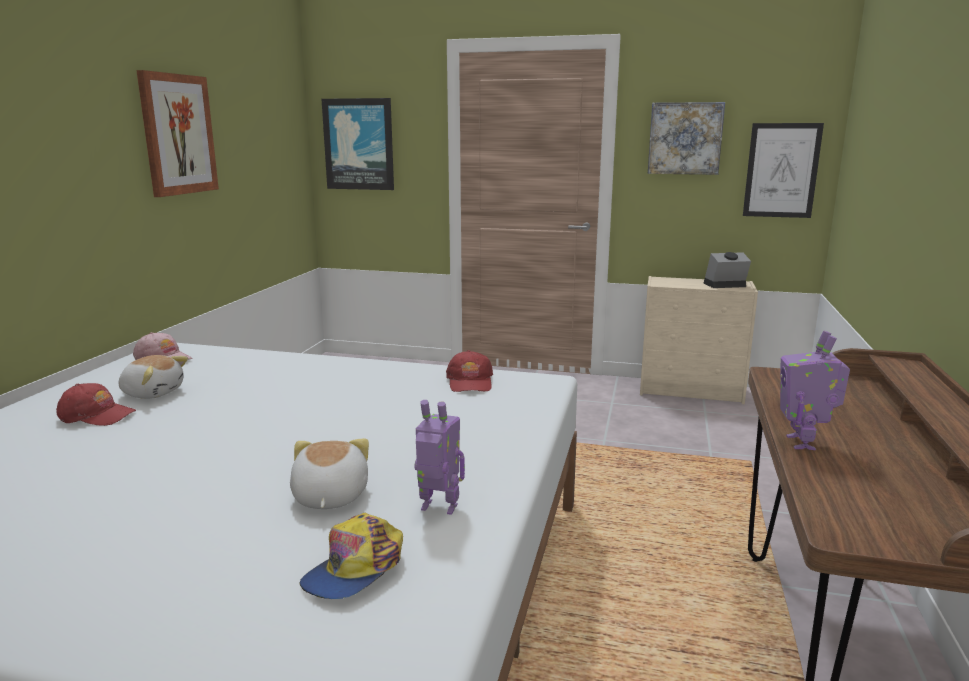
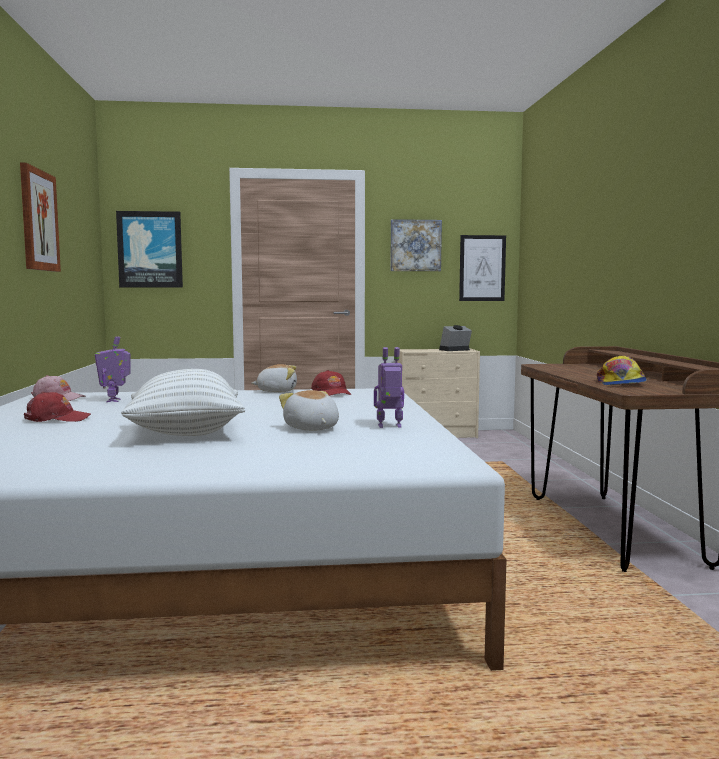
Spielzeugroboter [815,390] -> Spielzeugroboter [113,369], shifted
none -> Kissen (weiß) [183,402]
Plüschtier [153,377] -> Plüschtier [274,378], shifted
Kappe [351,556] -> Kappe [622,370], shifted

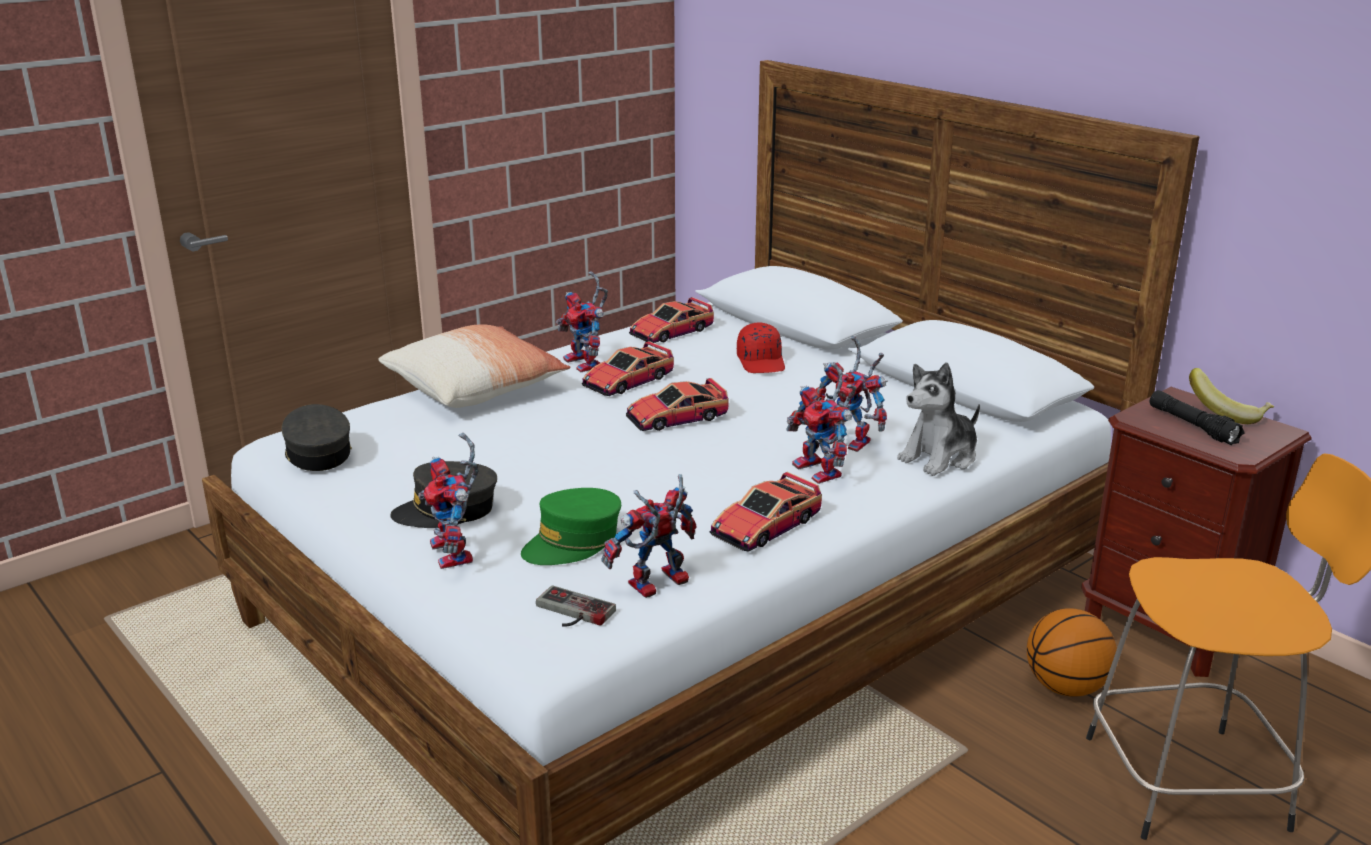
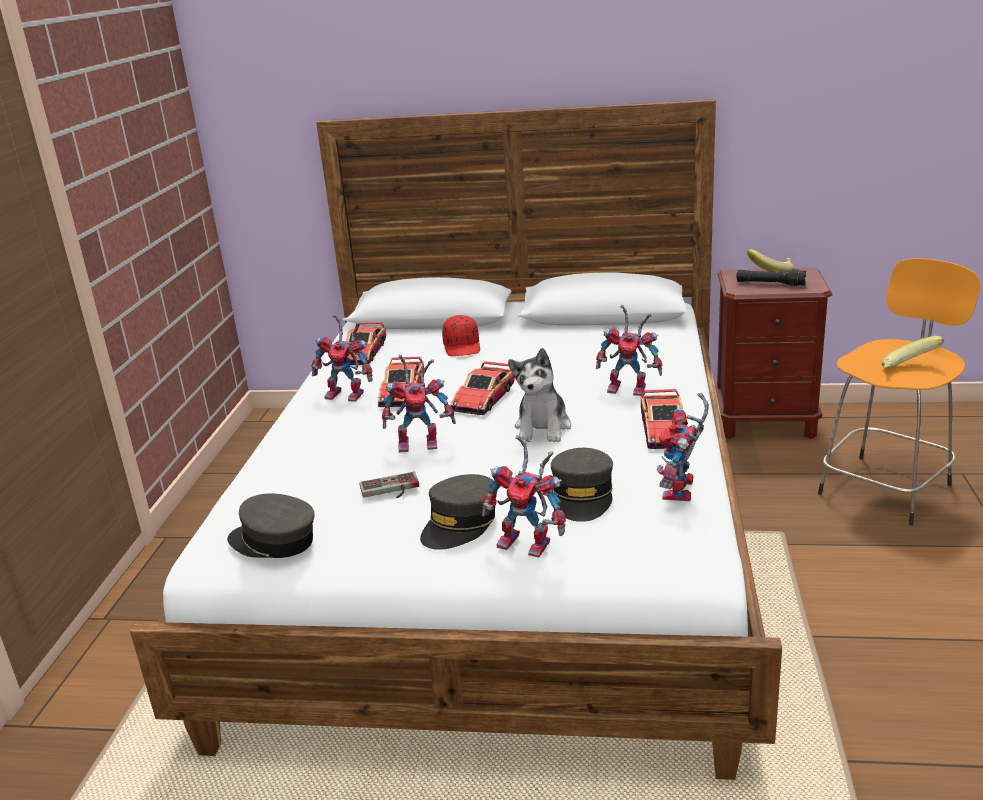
Gamepad [576,606] -> Gamepad [389,485], shifted
Spielzeugroboter [852,394] -> Spielzeugroboter [419,403], shifted
Kappe (rot) [761,347] -> Kappe (rot) [461,335], 45 degrees clockwise
Plüschtier [938,419] -> Plüschtier [539,395], shifted
Kappe (grün) [571,526] -> Kappe (grau) [582,485]
none -> Banane [913,352]
Kissen [474,366] -> none
Basketball [1072,652] -> none

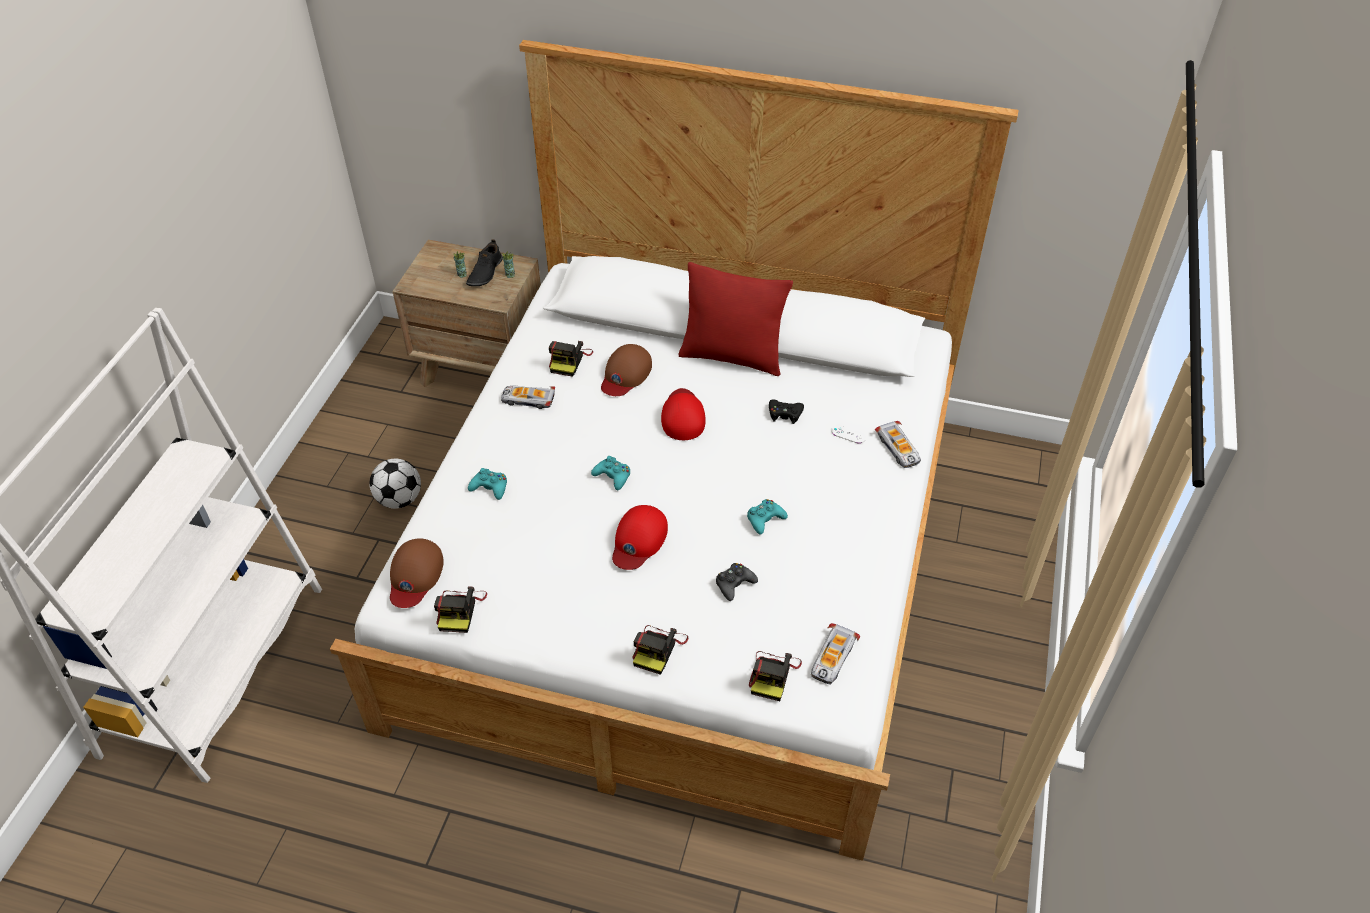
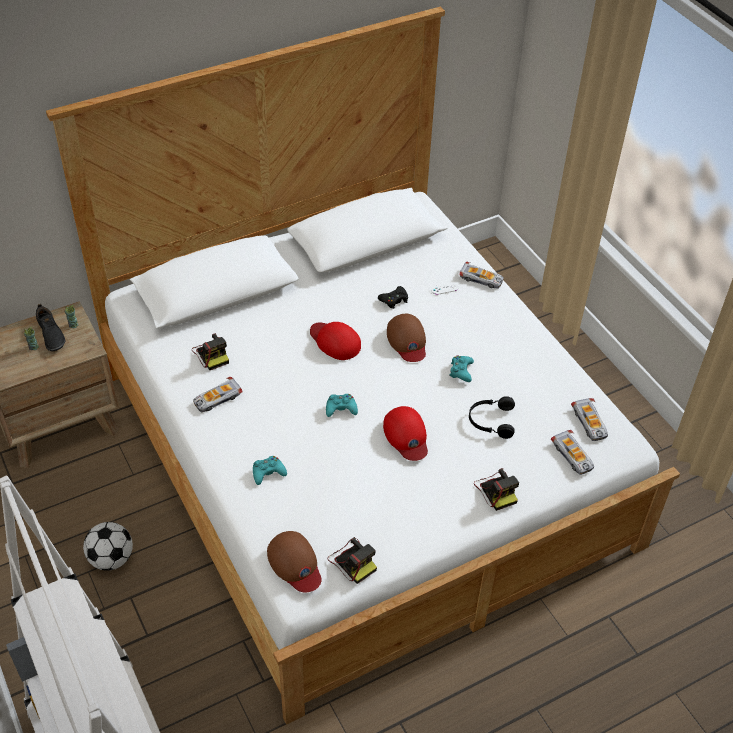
Kappe (braun) [626,370] -> Kappe (braun) [406,338], shifted
Gamepad (schwarz) [737,582] -> Kopfhörer (schwarz) [492,417]
Kamera [775,676] -> Spielzeugauto [572,452]
Kissen (rot) [735,319] -> none

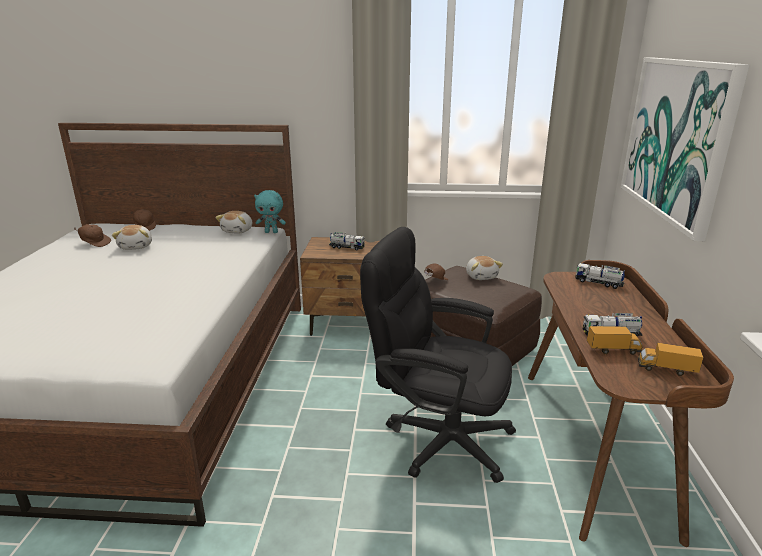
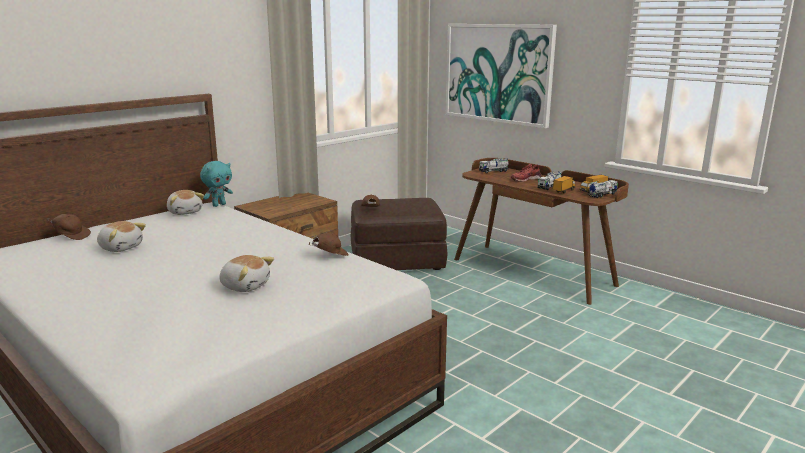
Plüschtier [484,268] -> Plüschtier [246,273], shifted
Kappe (braun) [92,235] -> Kappe (braun) [328,244], shifted
none -> Schuh (rot) [526,173]
Spielzeuglaster [347,241] -> Spielzeuglaster [602,189], shifted
Bürostuhl (schwarz) [438,355] -> none

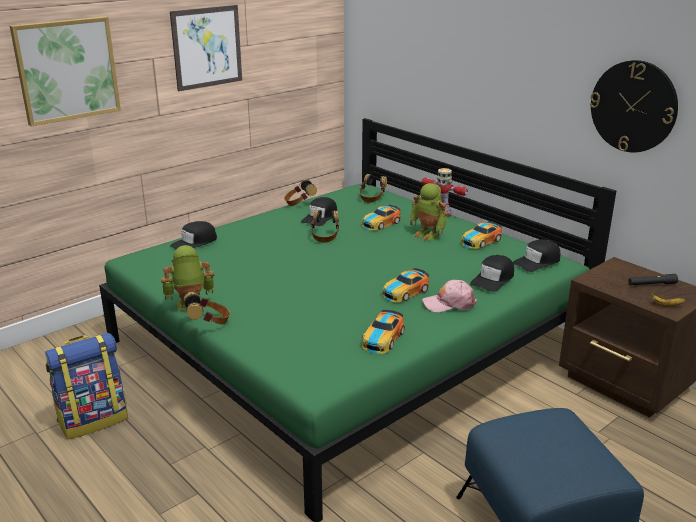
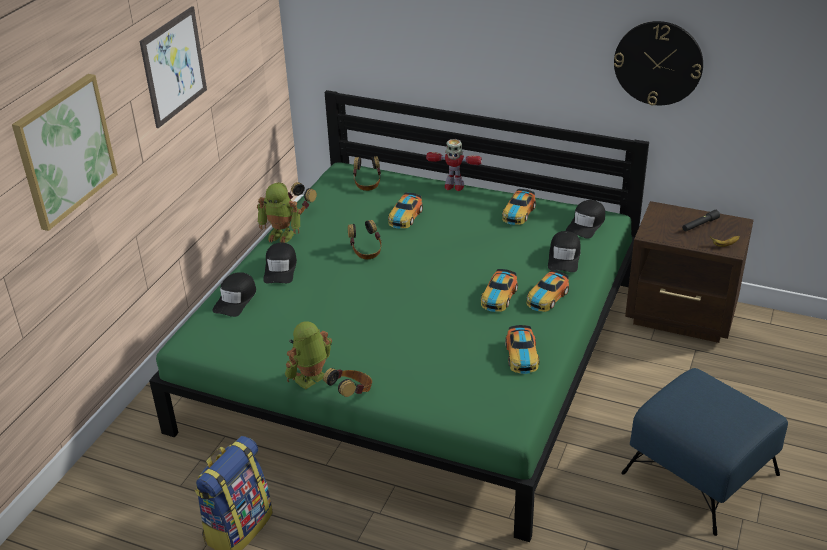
Spielzeugroboter [429,212] -> Spielzeugroboter [279,212], shifted
Kappe (schwarz) [319,211] -> Kappe (schwarz) [280,263], shifted
Kappe (rosa) [449,296] -> Spielzeugauto [547,291]

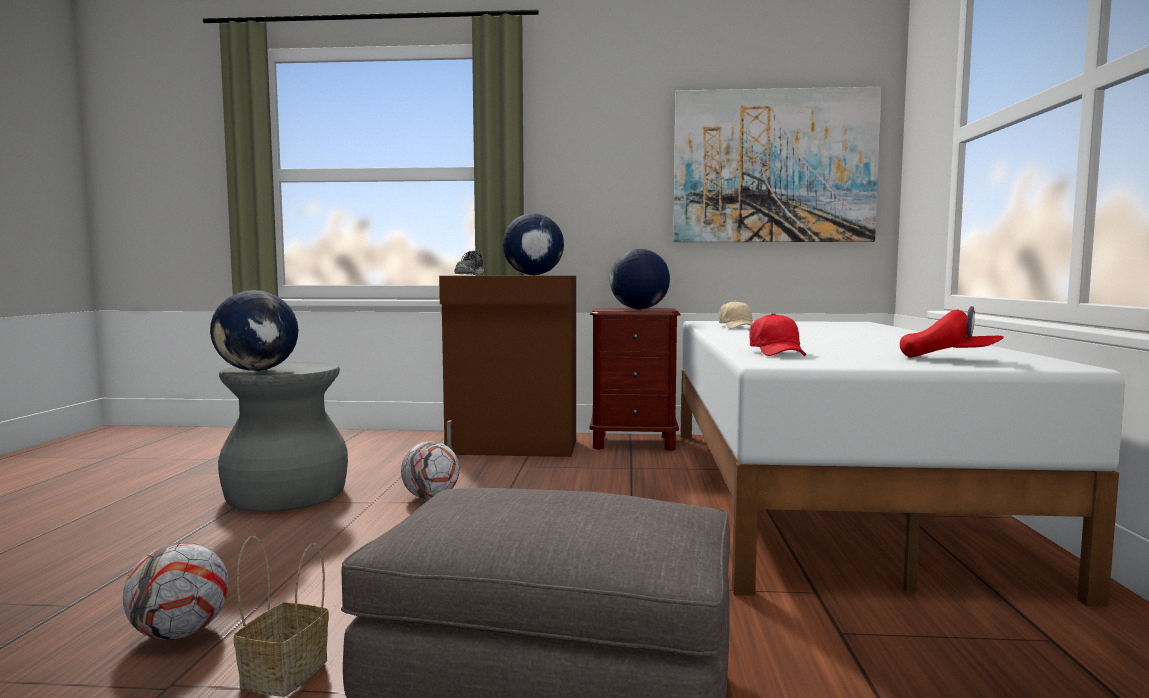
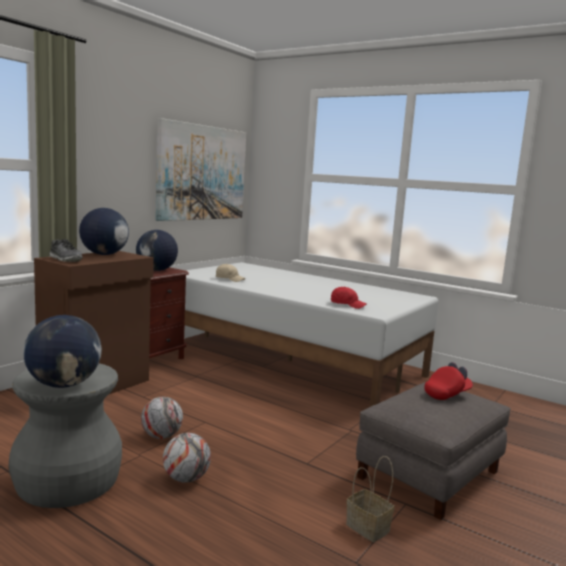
Fußball [176,591] -> Fußball [187,458], shifted
Kappe (rot) [952,332] -> Kappe (rot) [448,381], shifted

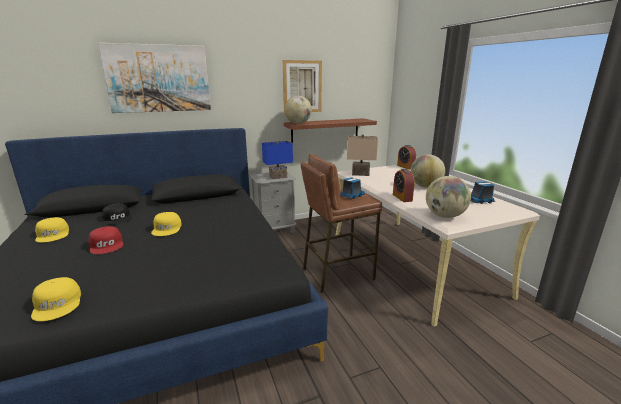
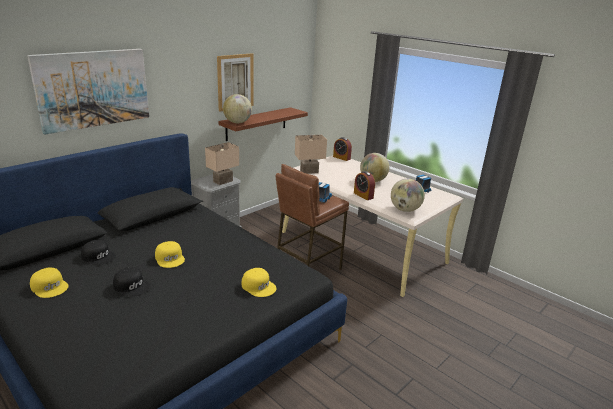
Kappe (rot) [105,240] -> Kappe (schwarz) [131,282]
Tischlampe (blau) [277,159] -> Tischlampe (beige) [222,163]
Kappe (gelb) [56,299] -> Kappe (gelb) [259,282], shifted

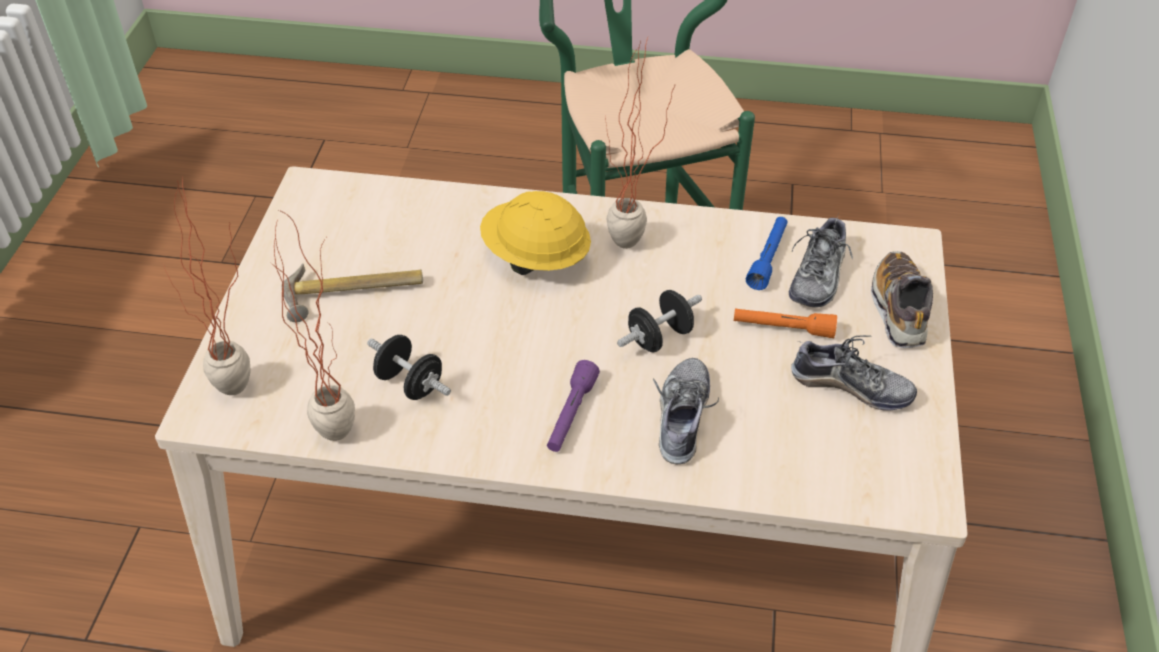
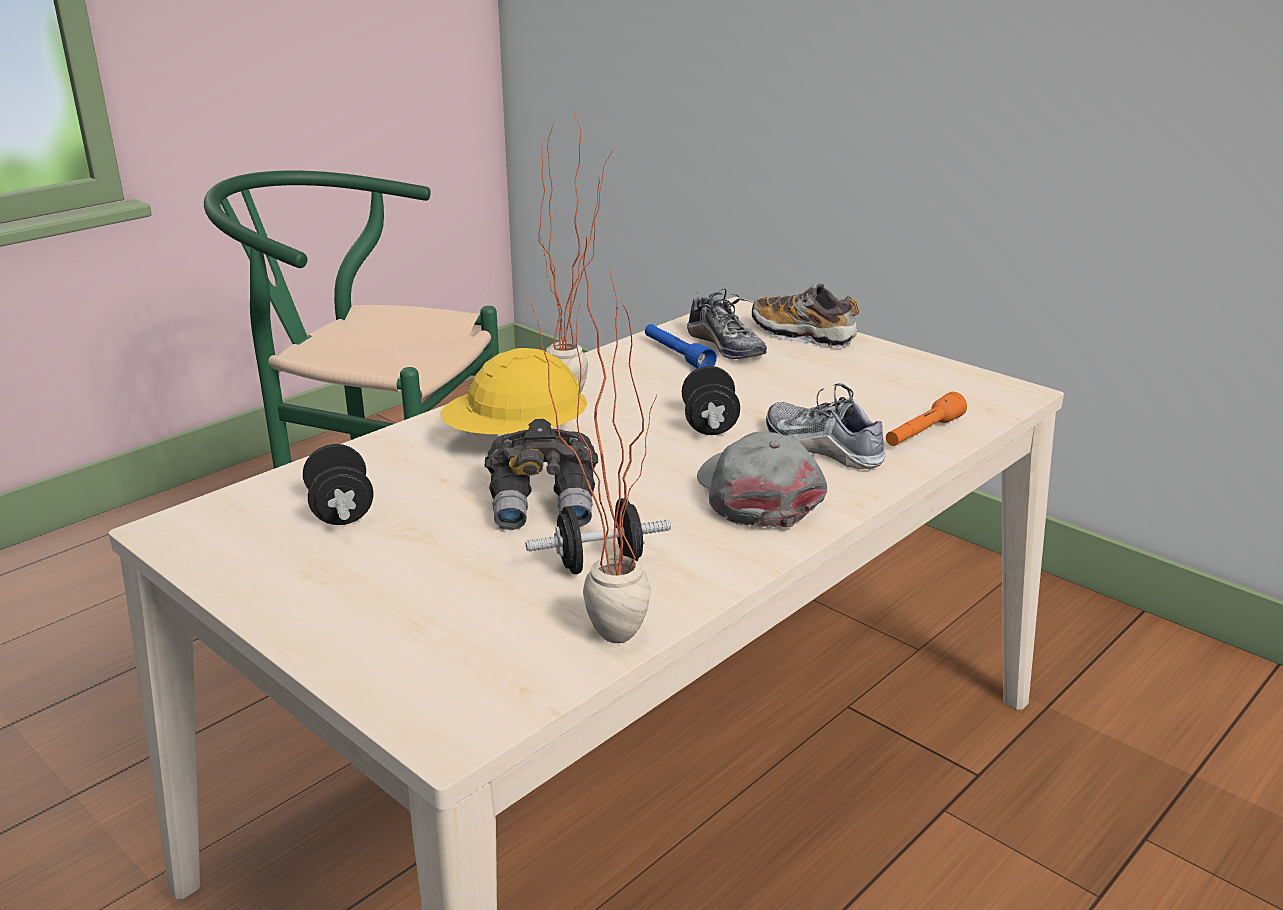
none -> Hantel (schwarz) [338,484]
none -> Fernglas (grau) [541,474]
Taschenlampe (lila) [573,406] -> Kappe (grau) [762,479]
Taschenlampe (orange) [785,323] -> Taschenlampe (orange) [926,419], shifted
Topfpflanze [207,286] -> none
Hammer [352,292] -> none
Schuh [854,373] -> none

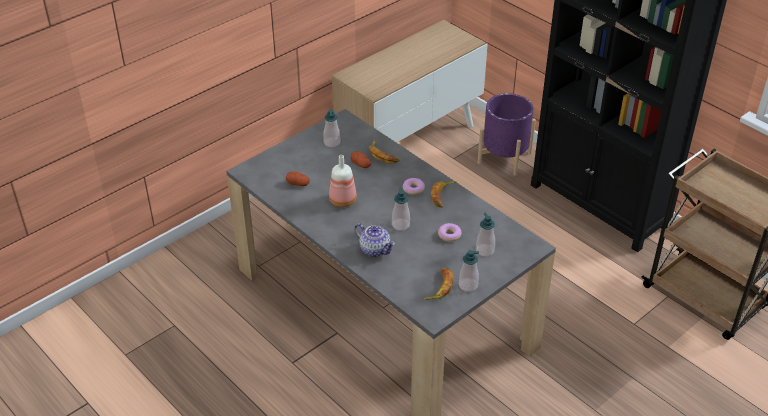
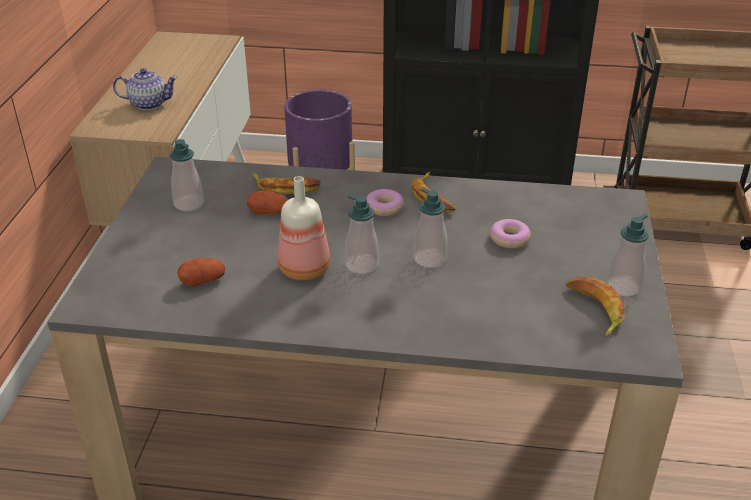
Teekanne [375,240] -> Teekanne [145,89], shifted
Seifenspender [485,234] -> Seifenspender [362,234], shifted

